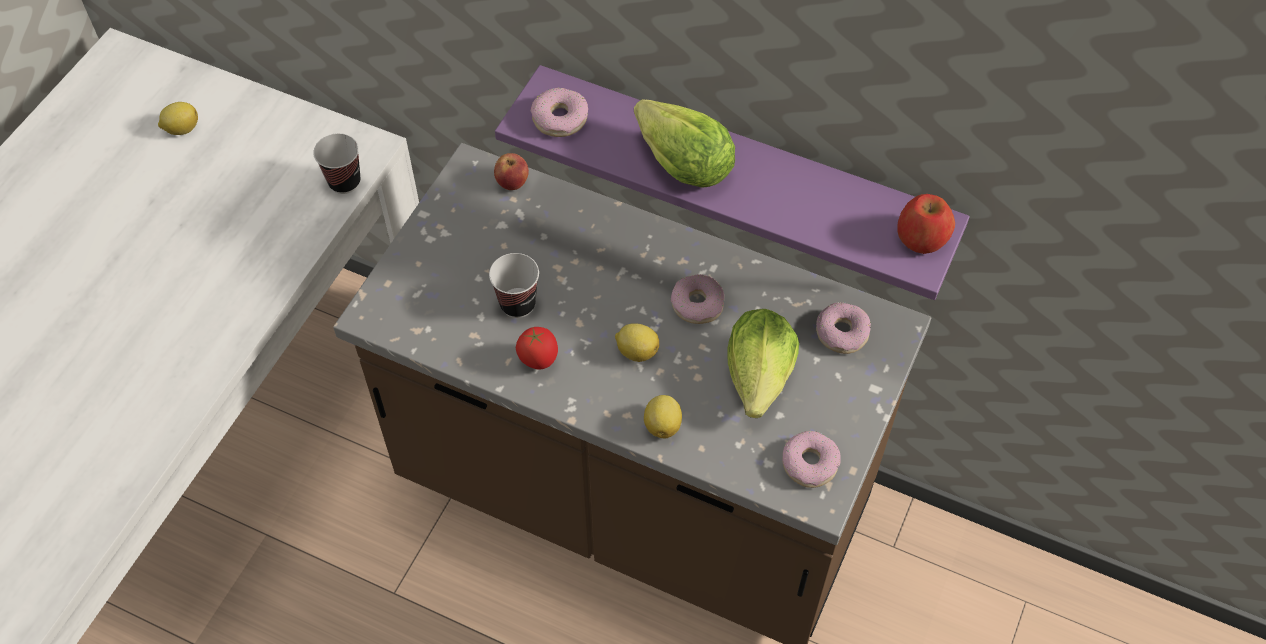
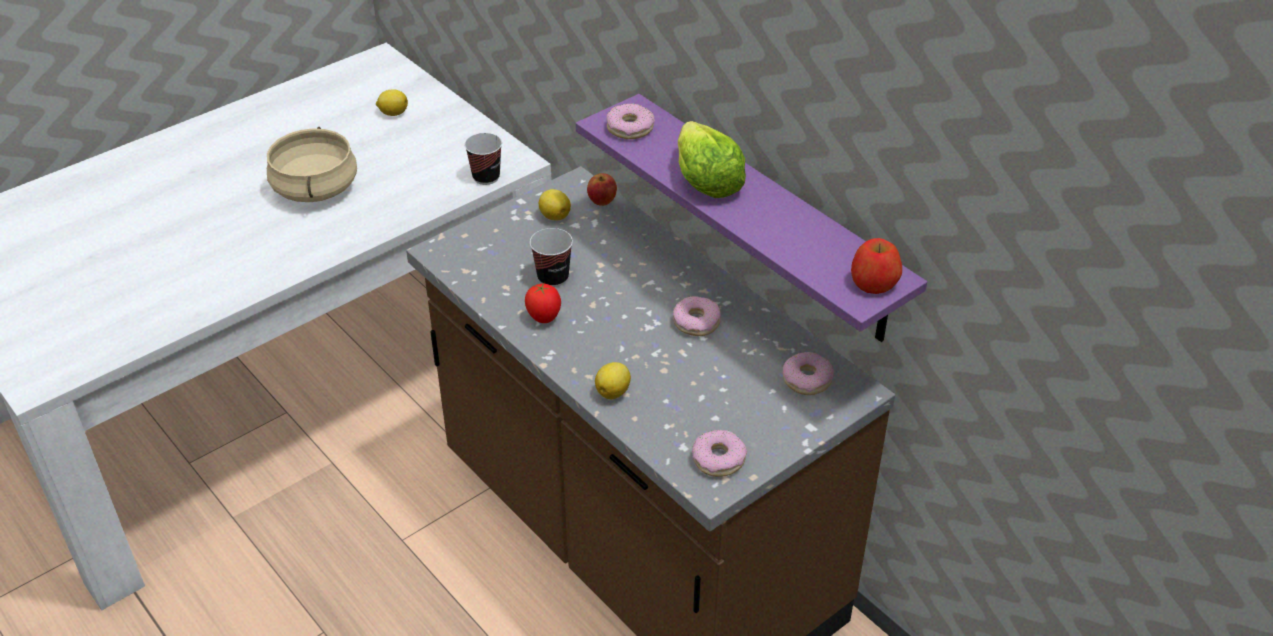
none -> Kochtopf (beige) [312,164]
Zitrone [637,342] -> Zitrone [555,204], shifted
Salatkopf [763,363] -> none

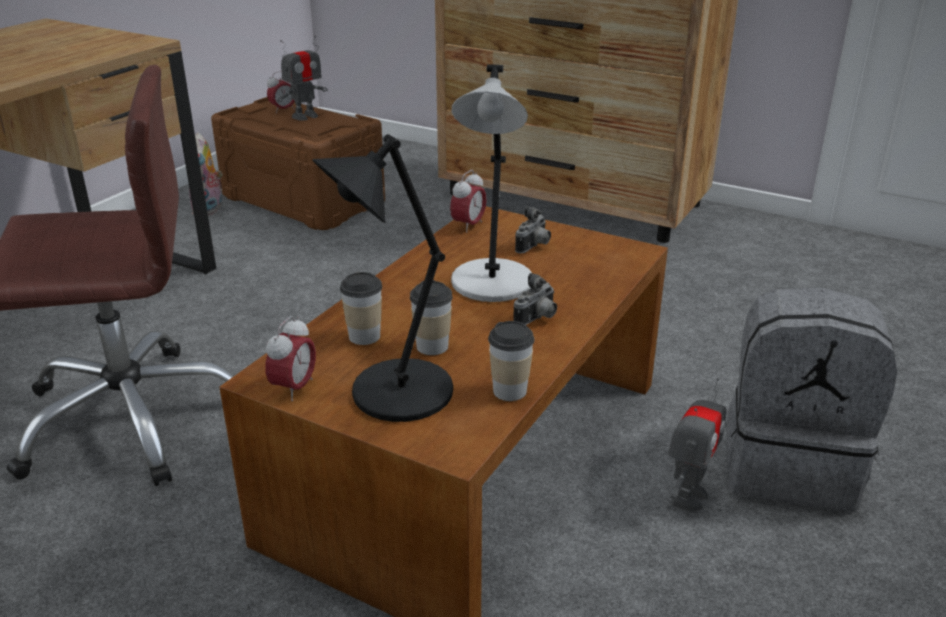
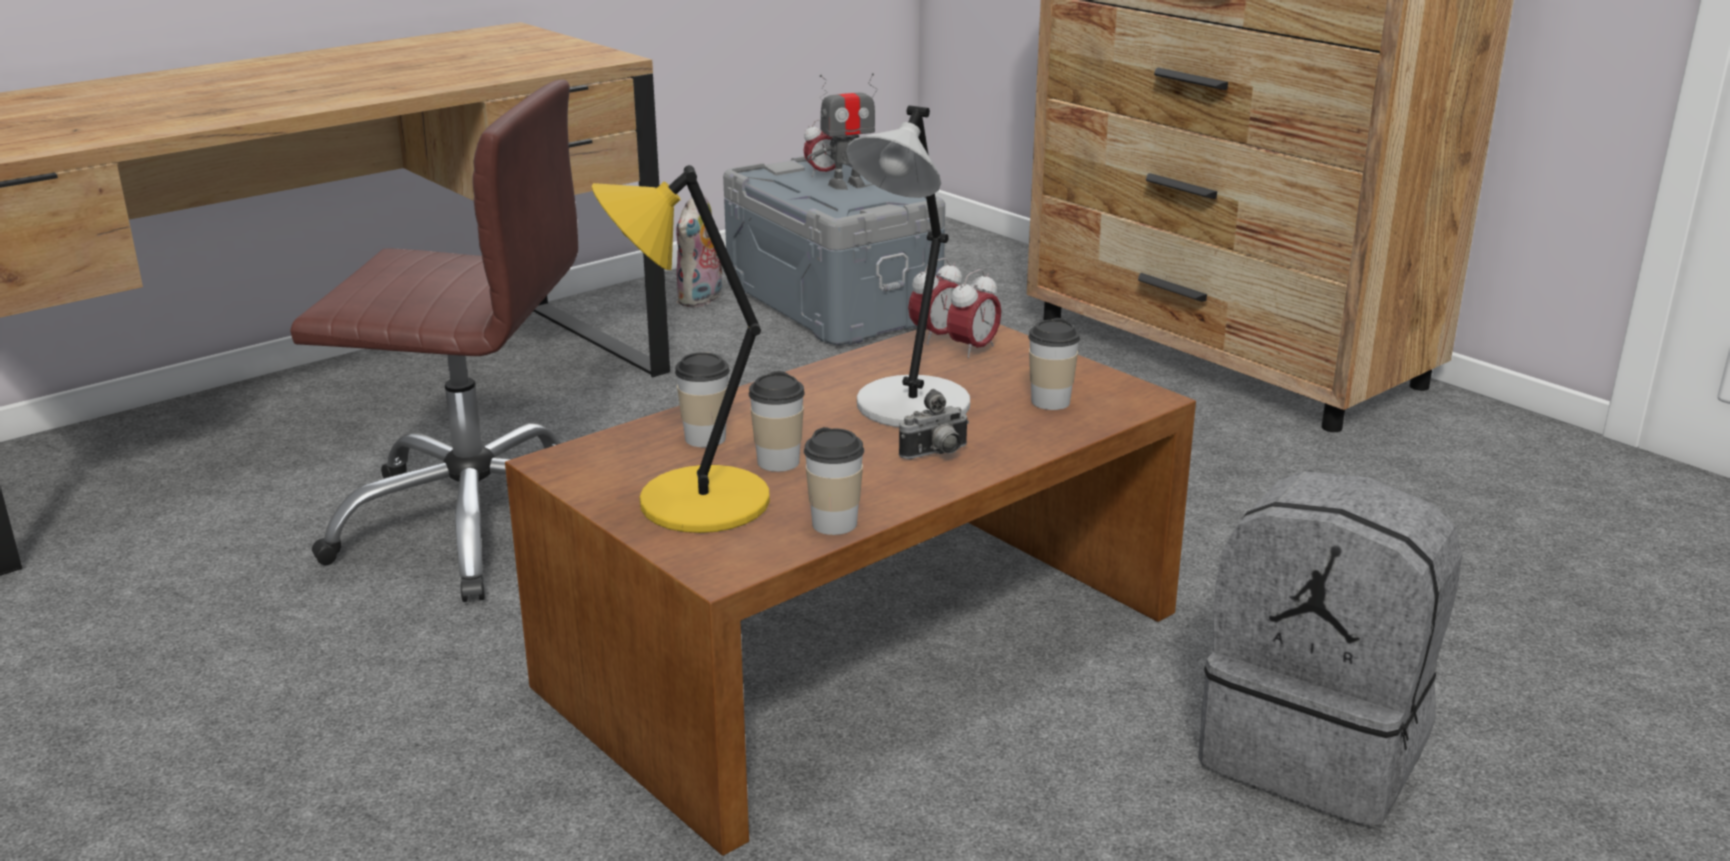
Tischlampe (schwarz) [382,278] -> Tischlampe (gelb) [681,349]
Aufbewahrungsbox (braun) [298,163] -> Aufbewahrungsbox (grau) [834,250]
Wecker [290,358] -> Wecker [974,313], shifted
none -> Tasse [1054,364]
Kamera [533,230] -> none
Spielzeugroboter [697,445] -> none

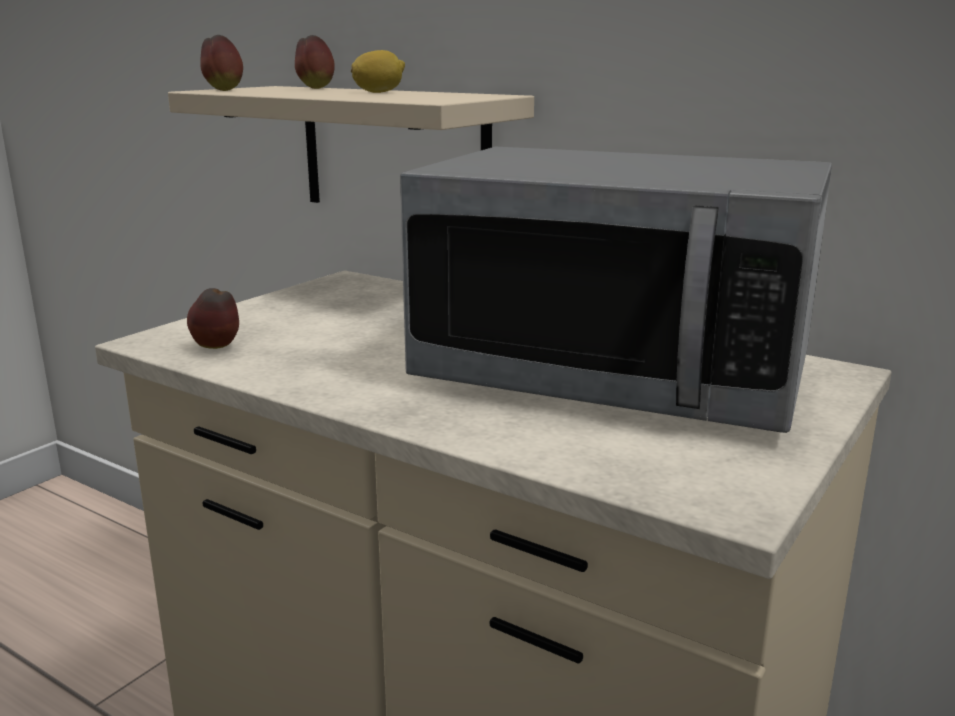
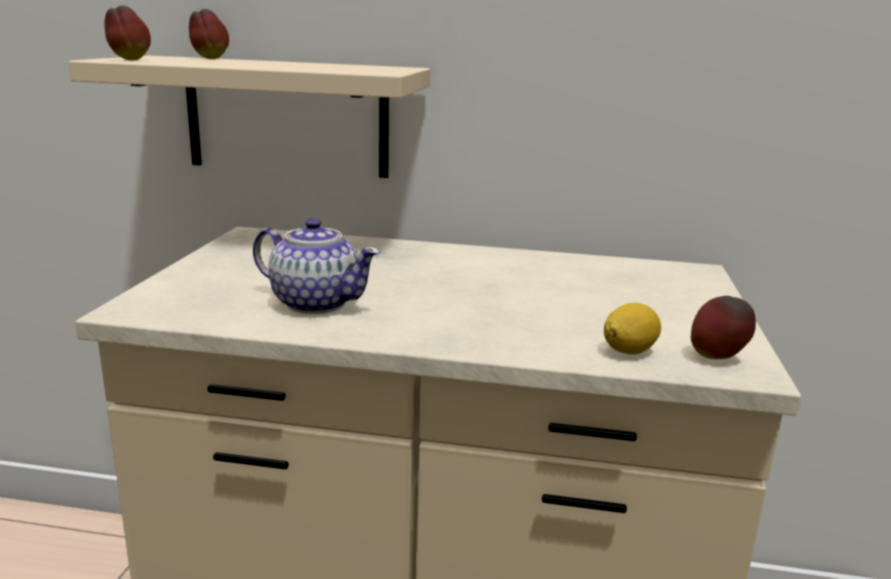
none -> Teekanne [316,266]
Zitrone [378,71] -> Zitrone [632,329], shifted
Apfel [213,318] -> Apfel [723,327], shifted
Mikrowelle [616,290] -> none

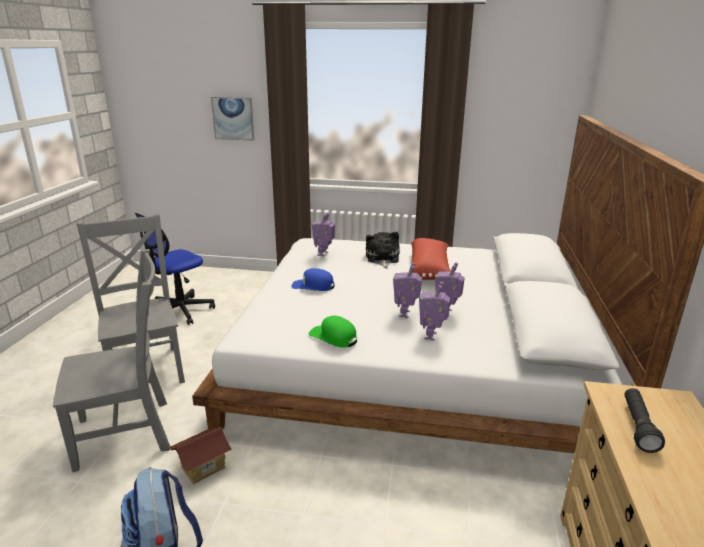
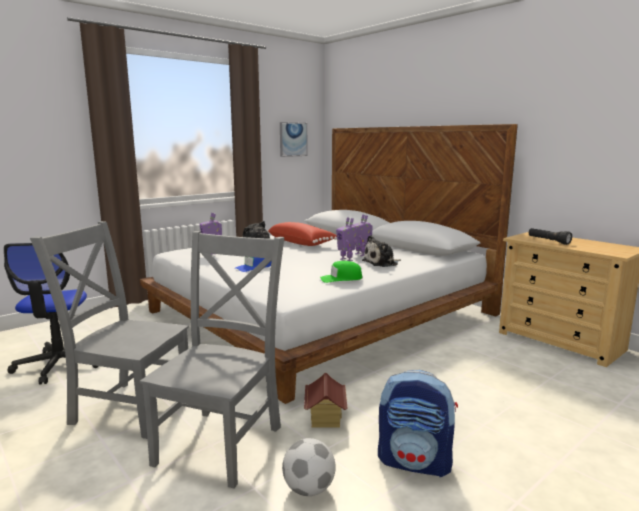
Bild [232,119] -> Bild [293,139], shifted
none -> Fußball [309,467]
Spielzeugroboter [435,311] -> Plüschtier [381,251]

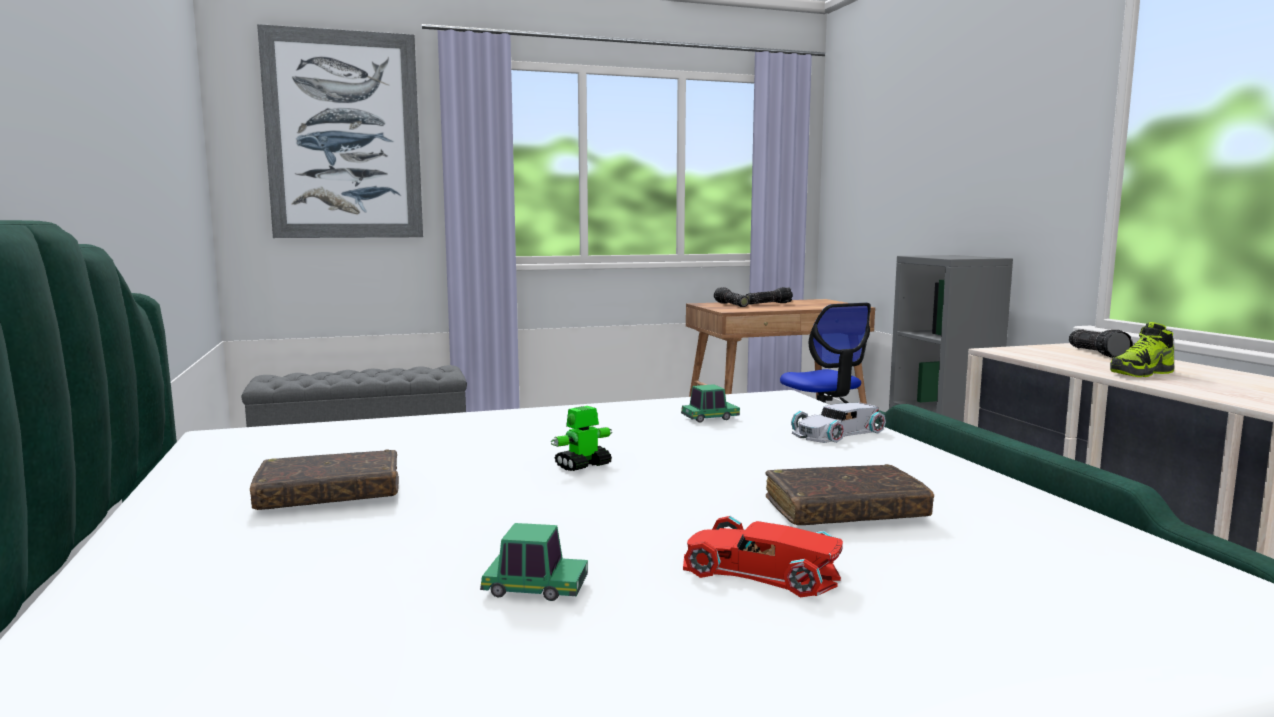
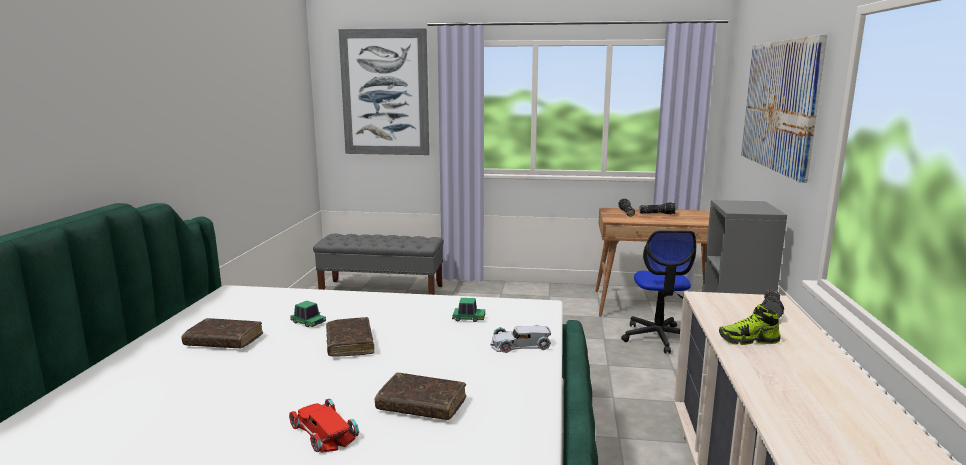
Spielzeugauto [534,562] -> Spielzeugauto [308,314], shifted
Spielzeugroboter [581,438] -> Buch (braun) [350,337]
none -> Bild [784,109]

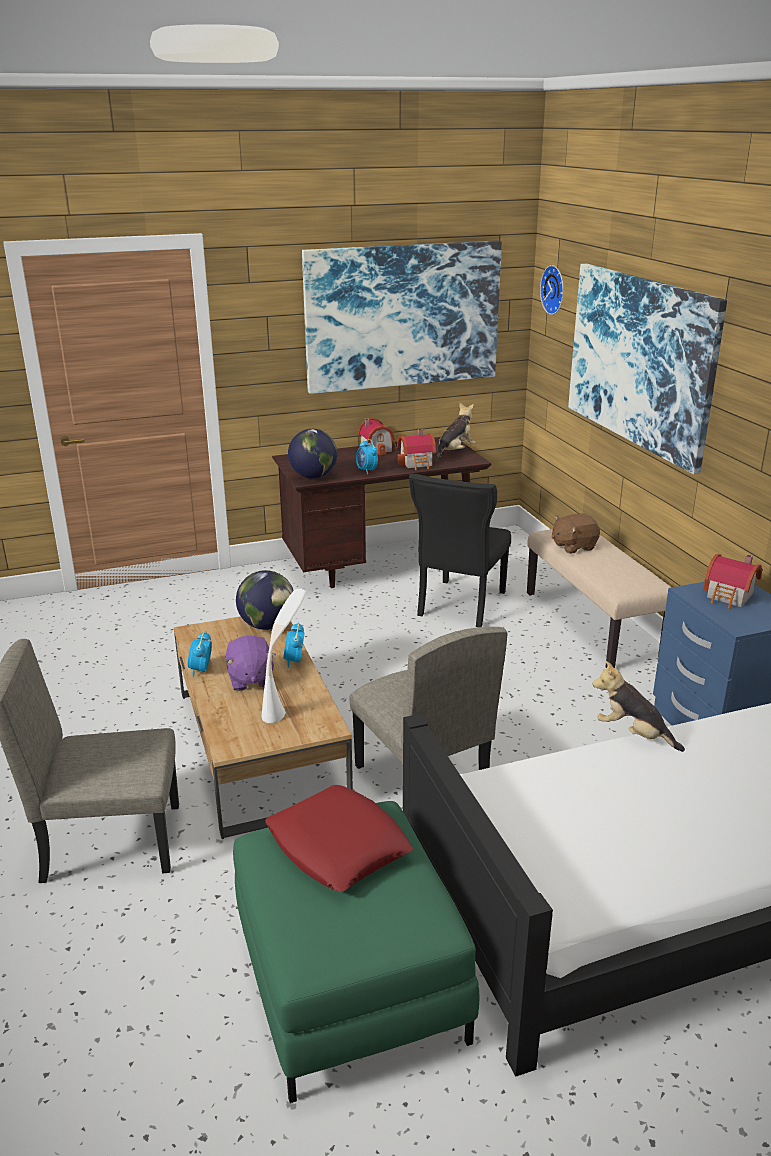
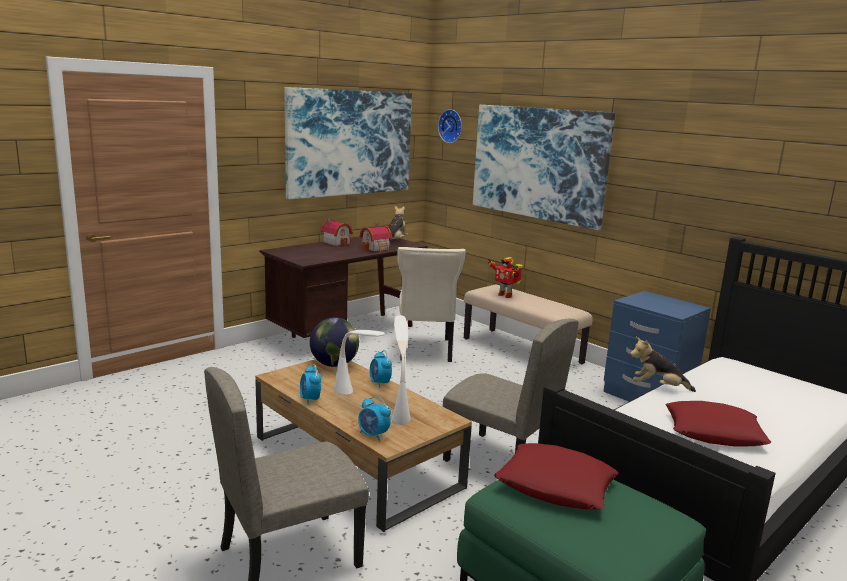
Plüschtier (lila) [250,663] -> Tischlampe (weiß) [359,362]
Wecker [367,456] -> Wecker [374,418], shifted
Stuhl (schwarz) [460,550] -> Stuhl (beige) [431,304]
Plüschtier (braun) [576,533] -> Spielzeugroboter [505,277]
none -> Kissen (rot) [718,424]
Globus [312,454] -> none
Spielzeughaus [732,581] -> none

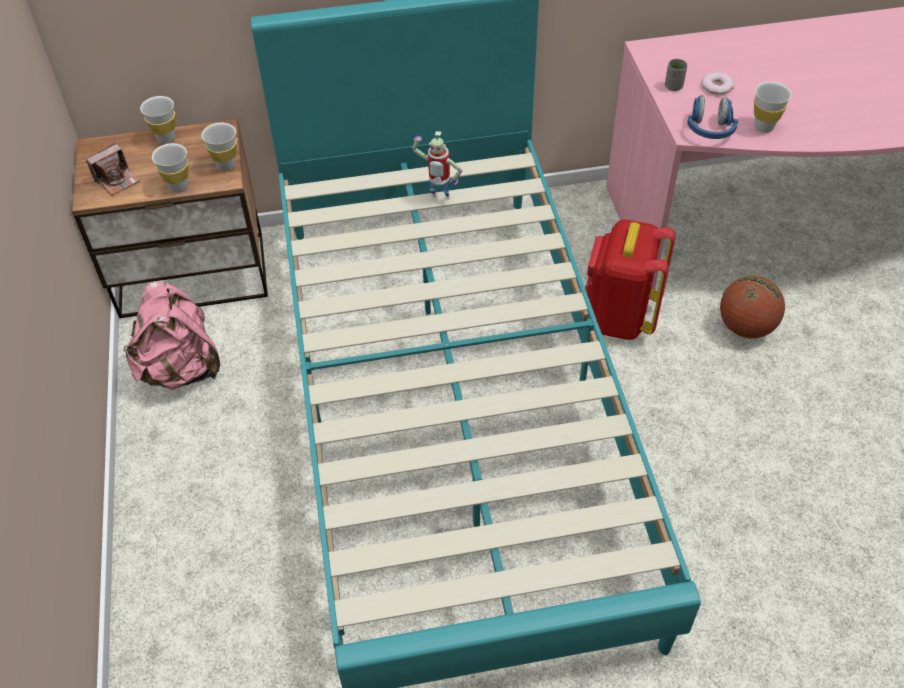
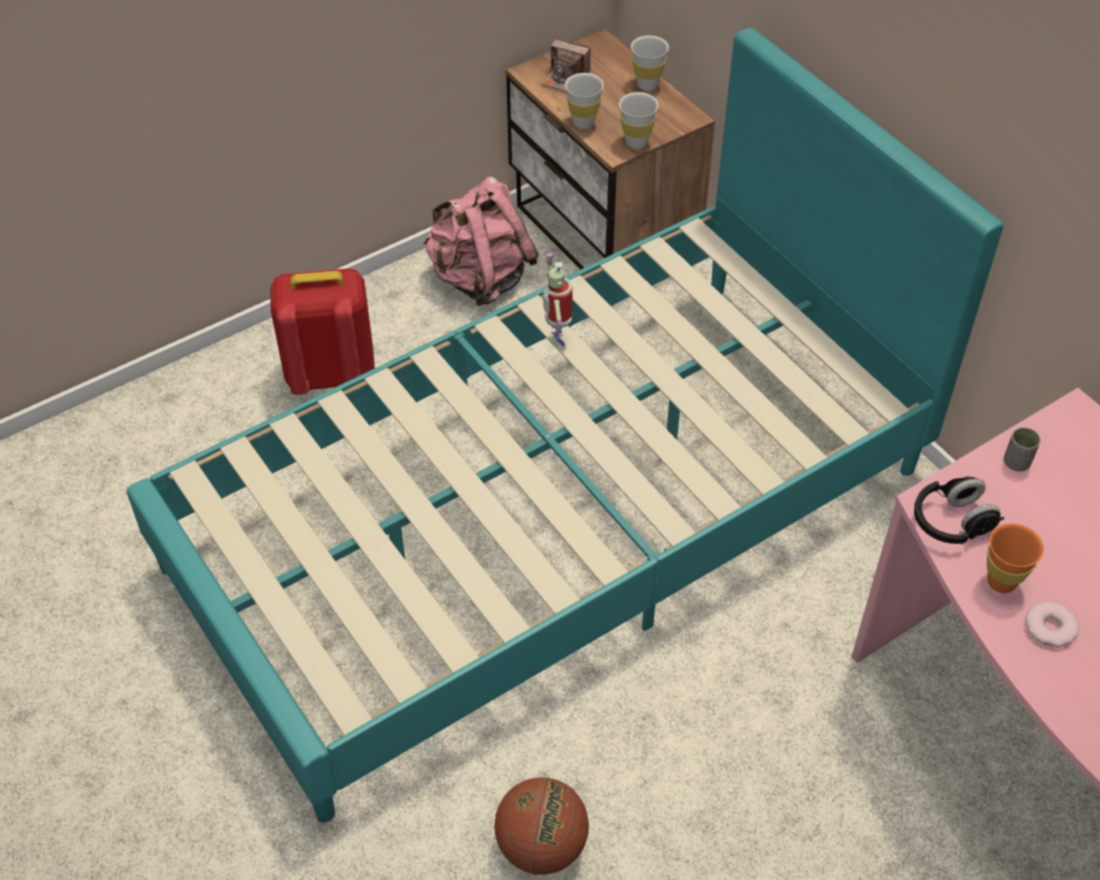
Rucksack (rot) [630,279] -> Rucksack (rot) [322,331], shifted
Basketball [752,307] -> Basketball [541,826], shifted
Spielzeugroboter [437,165] -> Spielzeugroboter [558,300], shifted
Kopfhörer (blau) [712,117] -> Kopfhörer (schwarz) [959,510]
Tasse (weiß) [773,107] -> Tasse (orange) [1015,558]
Donut [718,83] -> Donut [1052,625], shifted

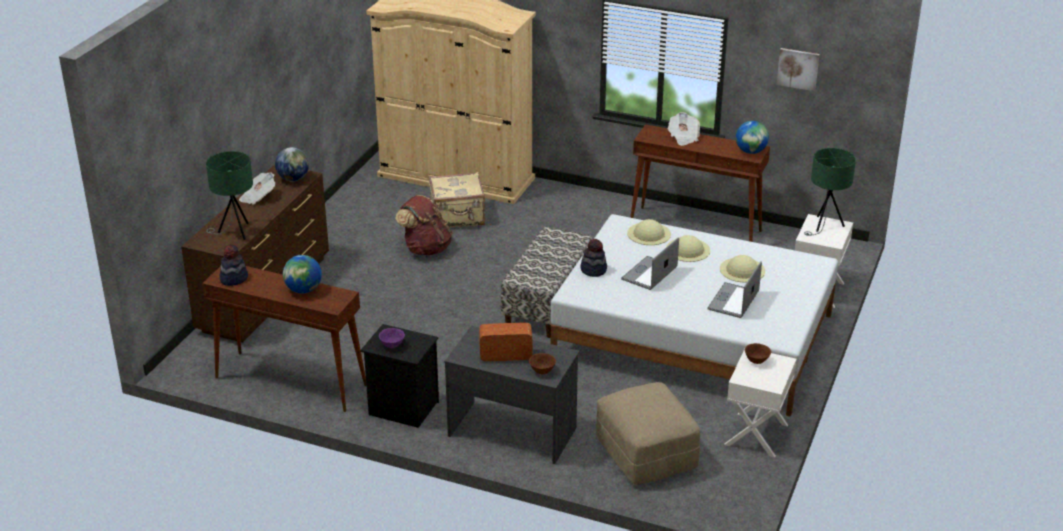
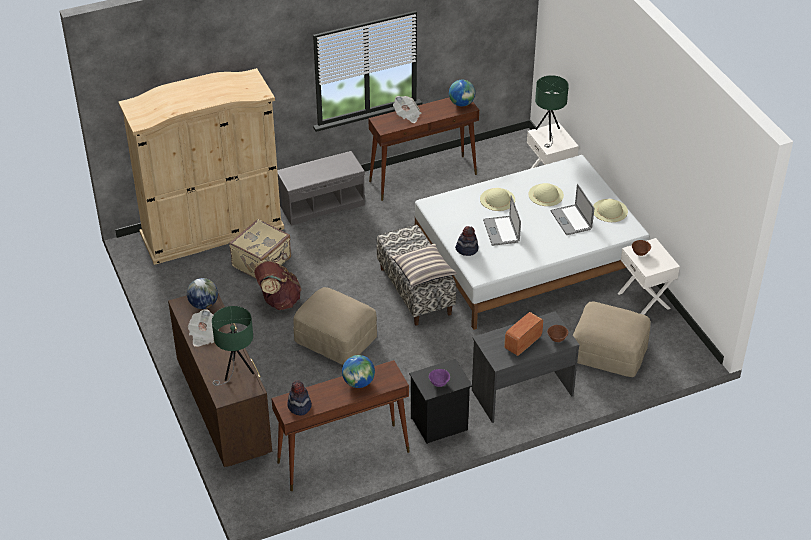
none -> Bank (grau) [321,188]
none -> Polsterhocker (beige) [335,326]
none -> Kissen [424,265]
Hut (beige) [649,232] -> Hut (beige) [610,210], shifted
Bild [798,69] -> none

